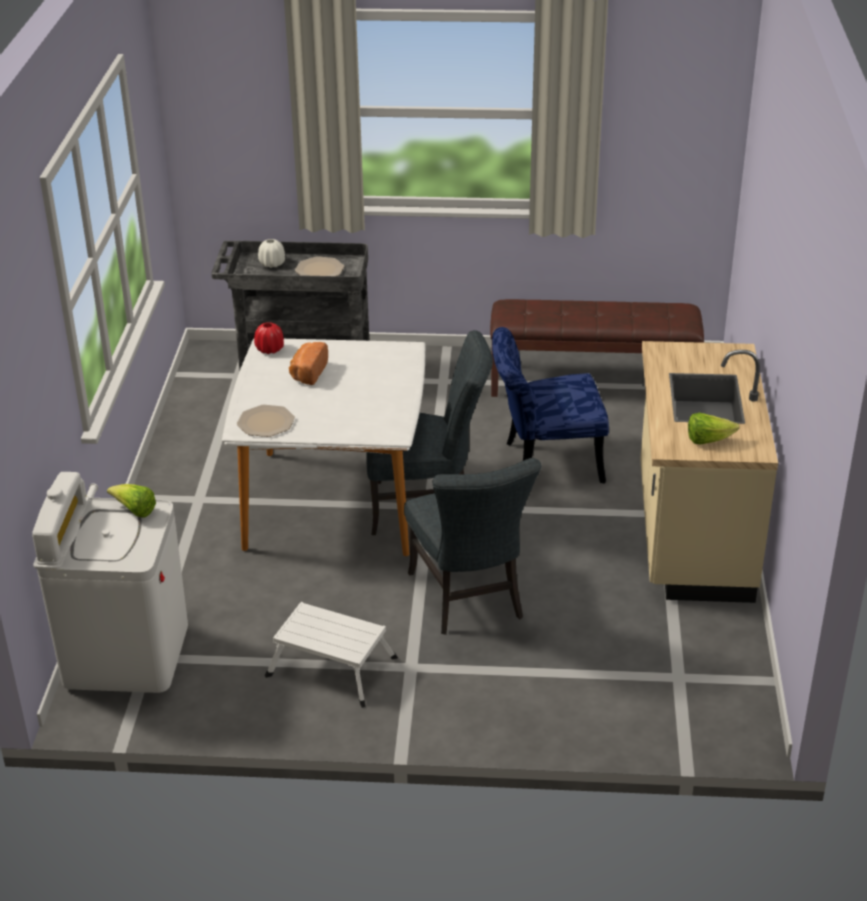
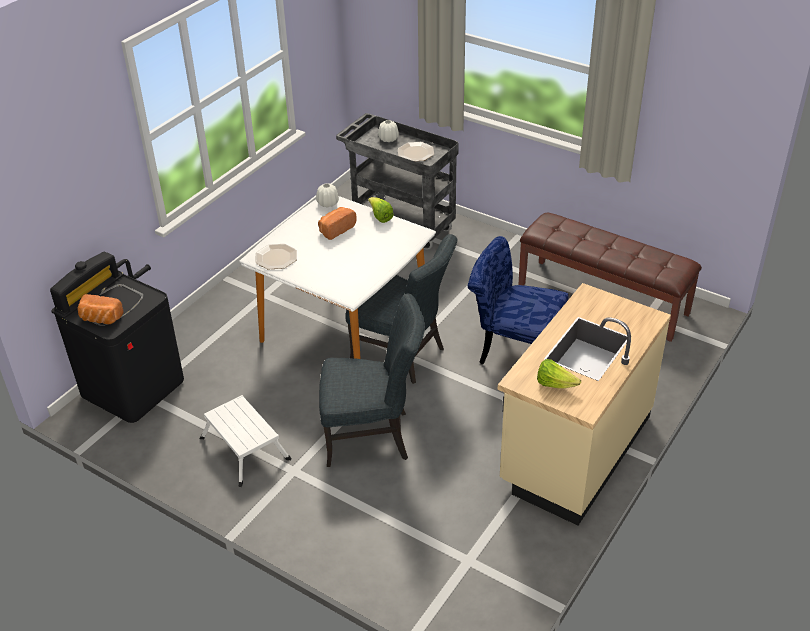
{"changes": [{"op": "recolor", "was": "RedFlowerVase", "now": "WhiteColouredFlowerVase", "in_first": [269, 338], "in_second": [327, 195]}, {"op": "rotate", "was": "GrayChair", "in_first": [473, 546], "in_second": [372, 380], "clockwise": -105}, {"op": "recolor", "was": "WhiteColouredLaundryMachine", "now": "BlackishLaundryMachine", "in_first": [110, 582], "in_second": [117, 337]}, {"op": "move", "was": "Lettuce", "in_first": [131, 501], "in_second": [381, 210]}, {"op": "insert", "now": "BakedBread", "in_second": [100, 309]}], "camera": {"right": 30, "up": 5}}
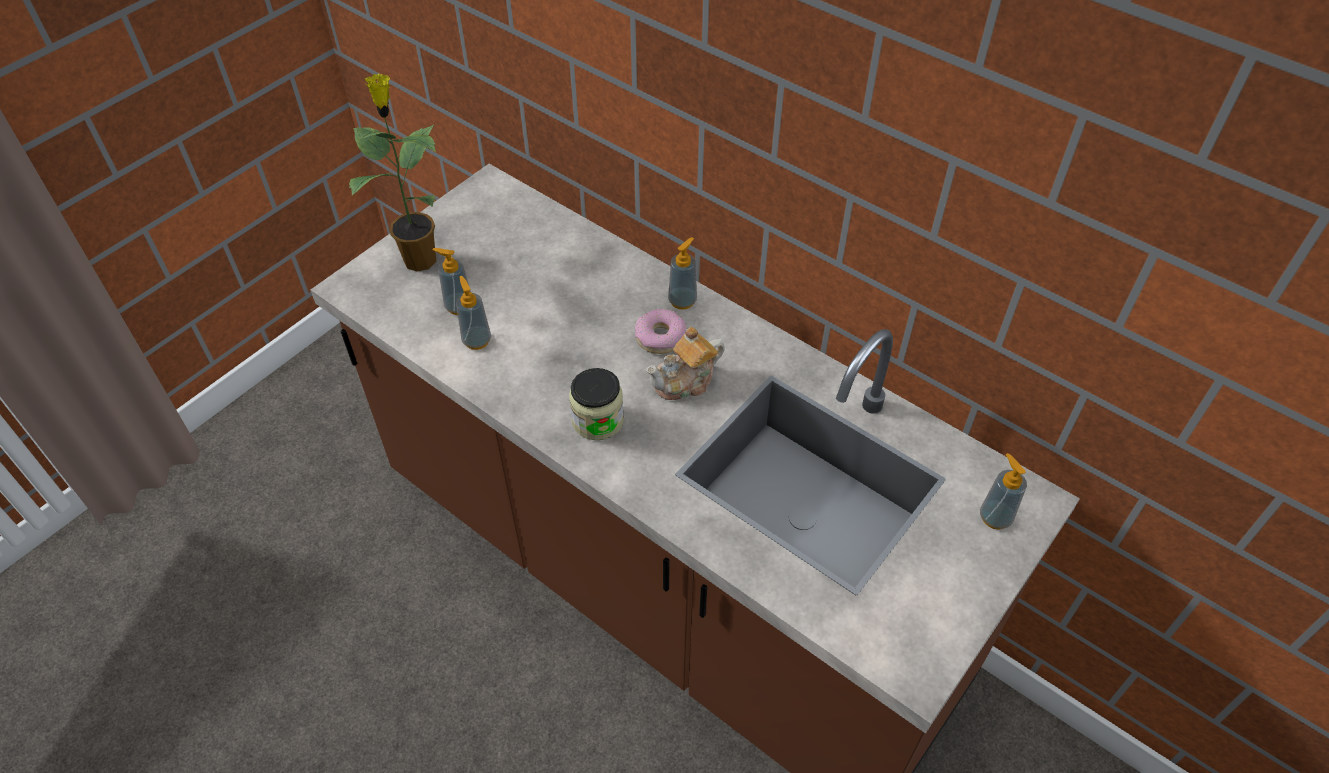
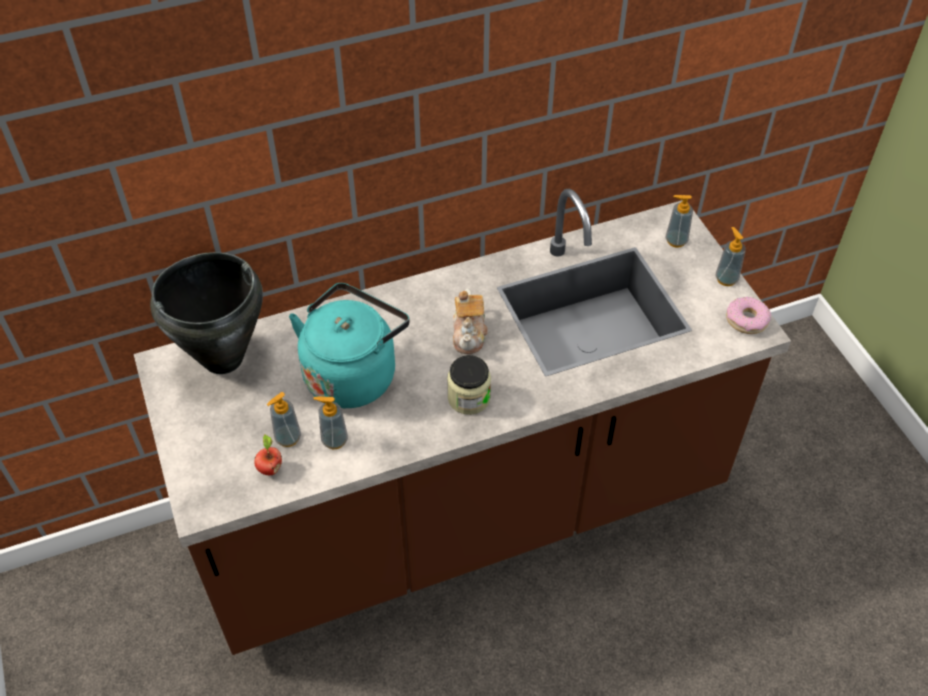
{"changes": [{"op": "delete", "was": "PlantInAPot", "in_first": [392, 173]}, {"op": "move", "was": "SoapDispenser", "in_first": [682, 273], "in_second": [731, 256]}, {"op": "move", "was": "Donut", "in_first": [660, 331], "in_second": [748, 315]}, {"op": "insert", "now": "BlackishStockpot", "in_second": [206, 313]}, {"op": "insert", "now": "BlueGreenTeaKettle", "in_second": [349, 345]}, {"op": "insert", "now": "Apple", "in_second": [268, 455]}], "camera": {"right": -60, "up": 0}}
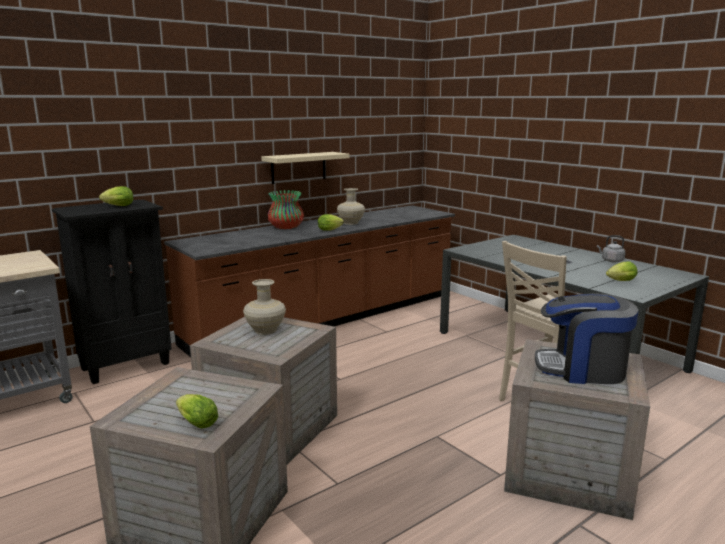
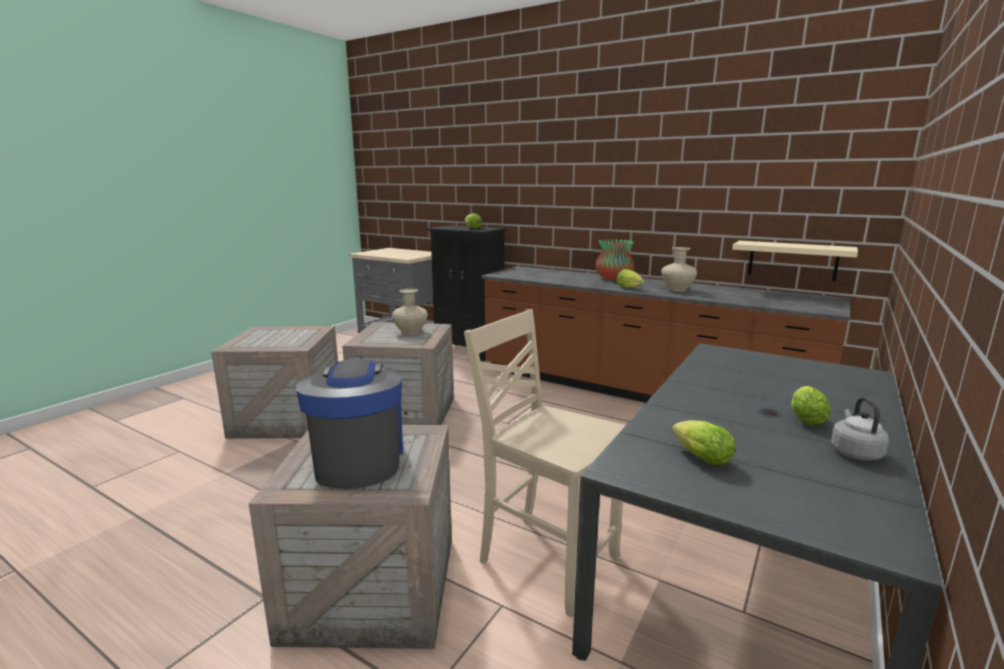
{"changes": [{"op": "move", "was": "BeigeBracketShelf", "in_first": [305, 168], "in_second": [795, 261]}, {"op": "move", "was": "Lettuce", "in_first": [197, 411], "in_second": [810, 405]}], "camera": {"right": 70, "up": 0}}
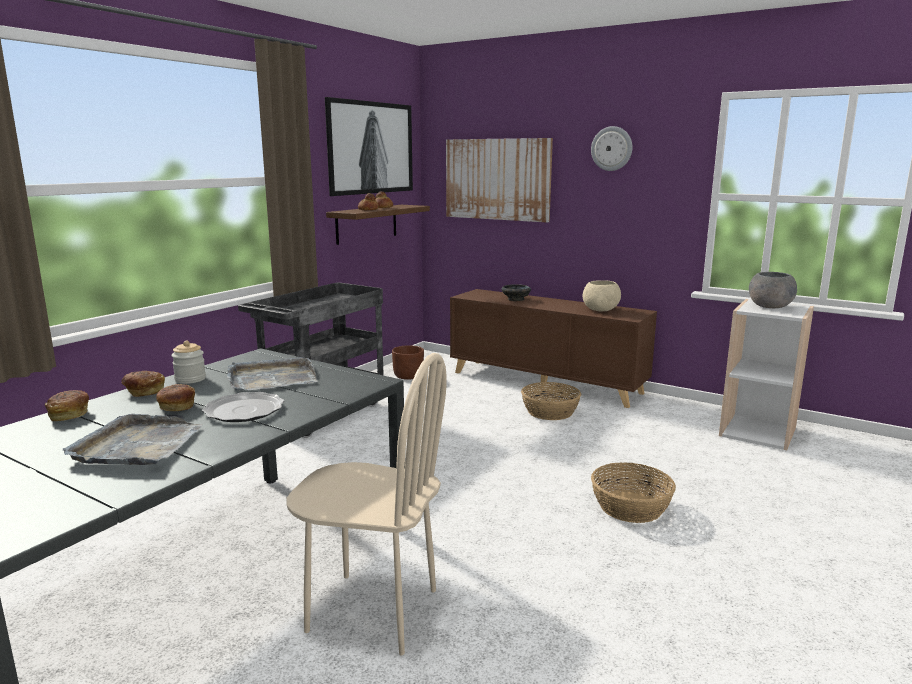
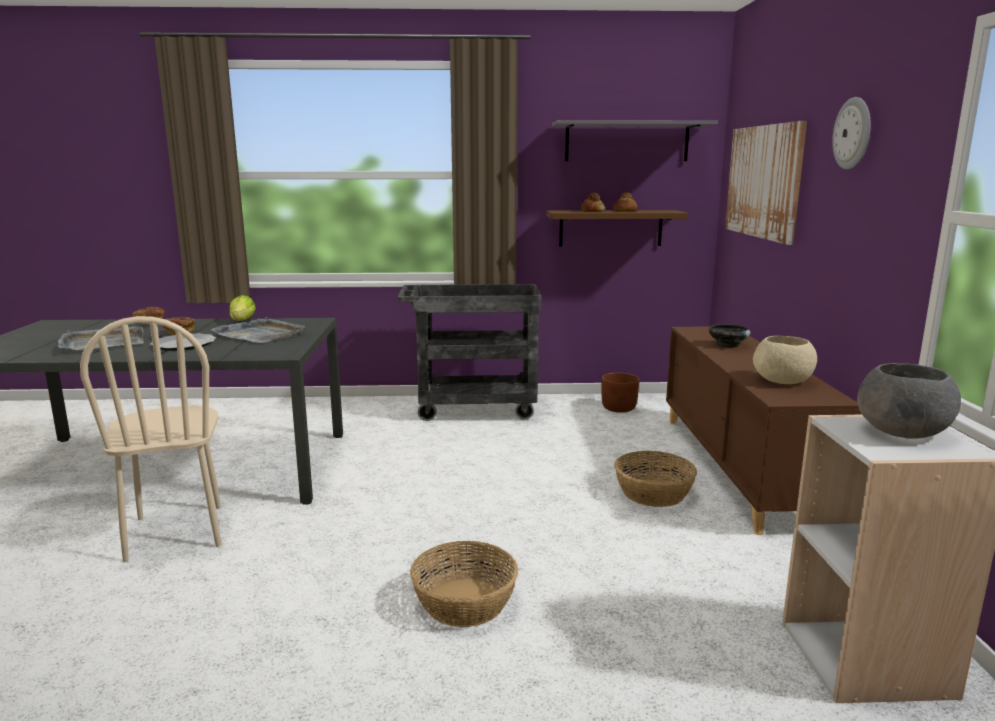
{"changes": [{"op": "replace", "was": "WallPicture", "now": "GrayBracketShelf", "in_first": [369, 146], "in_second": [635, 140]}, {"op": "replace", "was": "PreserveJar", "now": "Lettuce", "in_first": [188, 362], "in_second": [243, 308]}, {"op": "delete", "was": "BakedBread", "in_first": [143, 384]}], "camera": {"right": 55, "up": 0}}
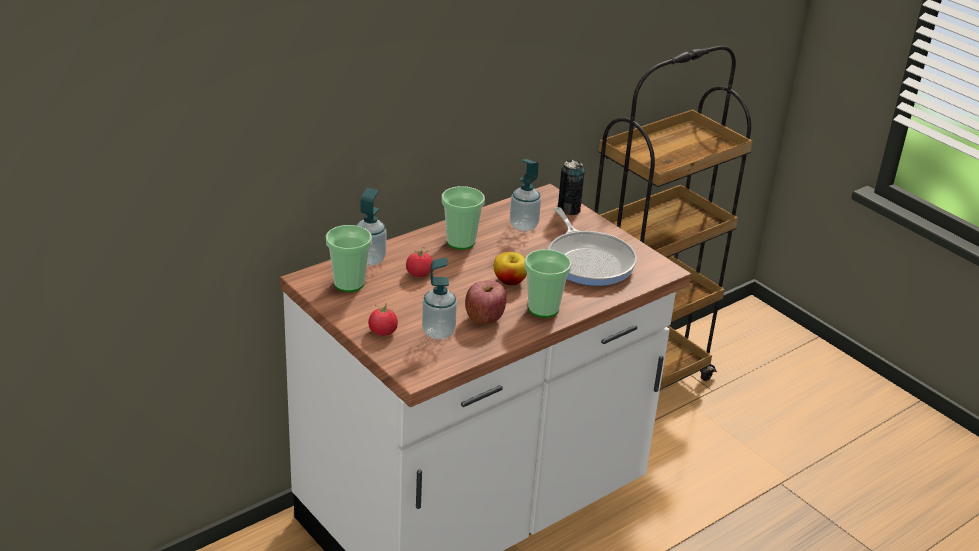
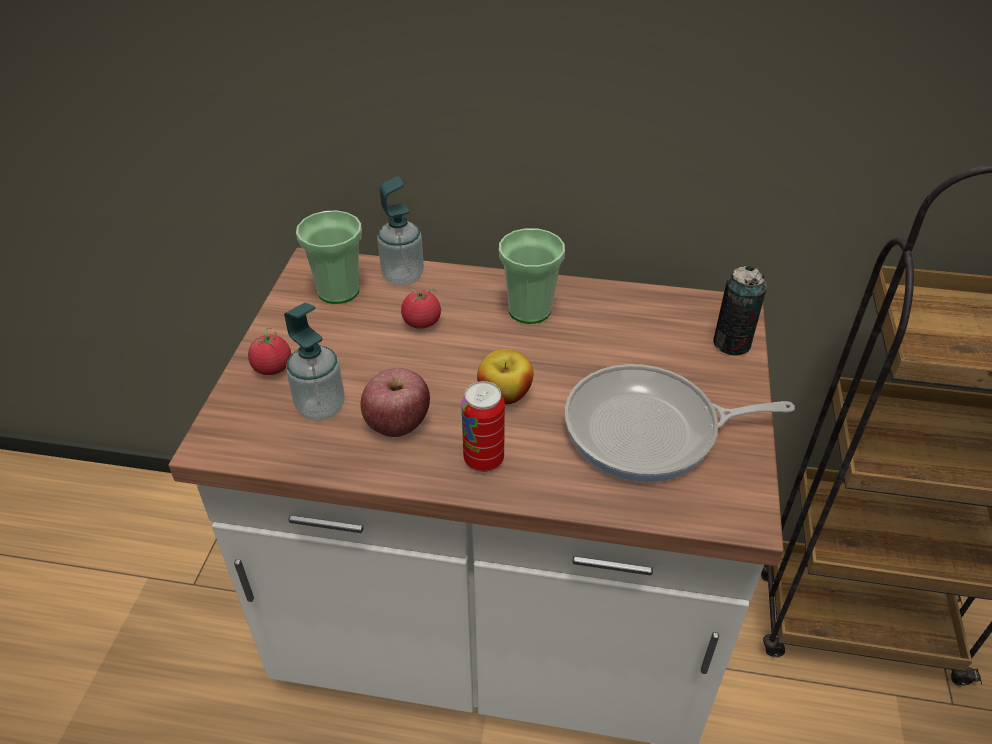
{"changes": [{"op": "delete", "was": "SoapDispenser", "in_first": [525, 195]}, {"op": "rotate", "was": "Skillet", "in_first": [592, 246], "in_second": [680, 423], "clockwise": 60}, {"op": "replace", "was": "SmallCup", "now": "SealedCan", "in_first": [548, 283], "in_second": [483, 426]}], "camera": {"right": 50, "up": 10}}
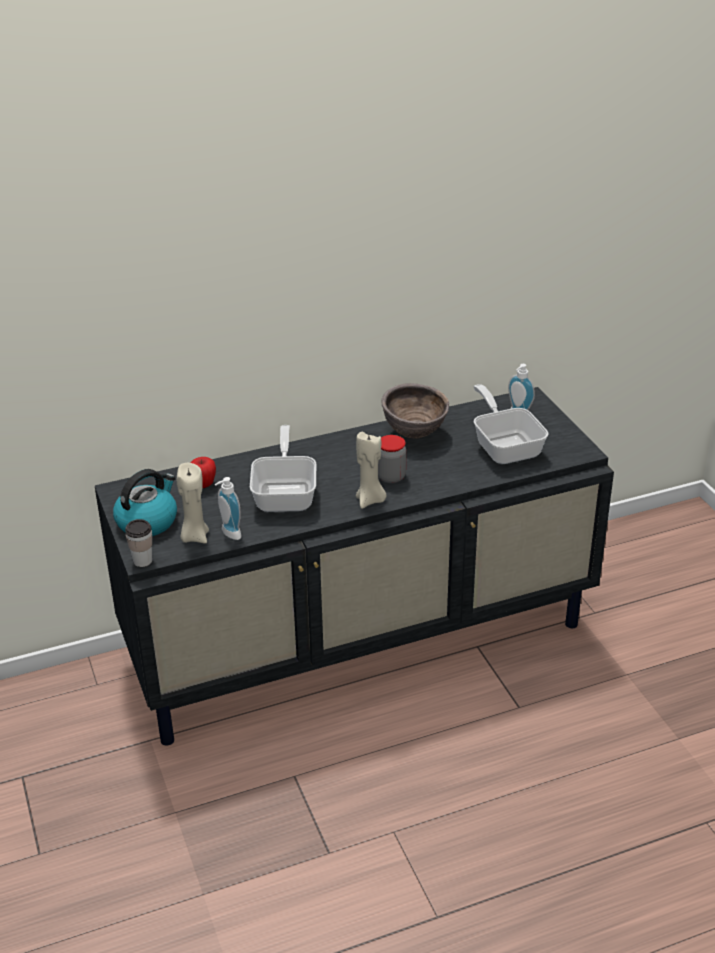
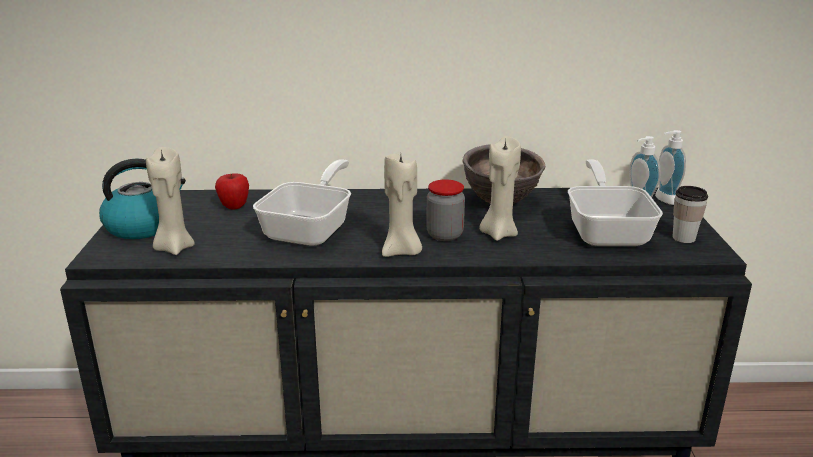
{"changes": [{"op": "move", "was": "SoapDispenser", "in_first": [228, 508], "in_second": [670, 167]}, {"op": "move", "was": "SmallCup", "in_first": [138, 543], "in_second": [690, 214]}, {"op": "insert", "now": "BeigeWaxLight", "in_second": [500, 188]}], "camera": {"right": 20, "up": -10}}
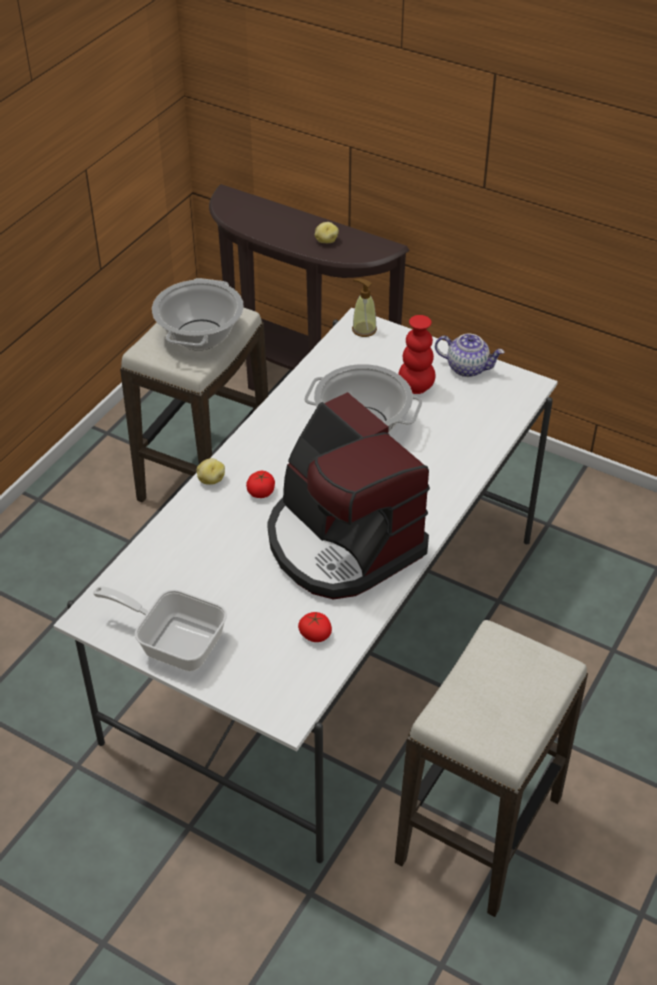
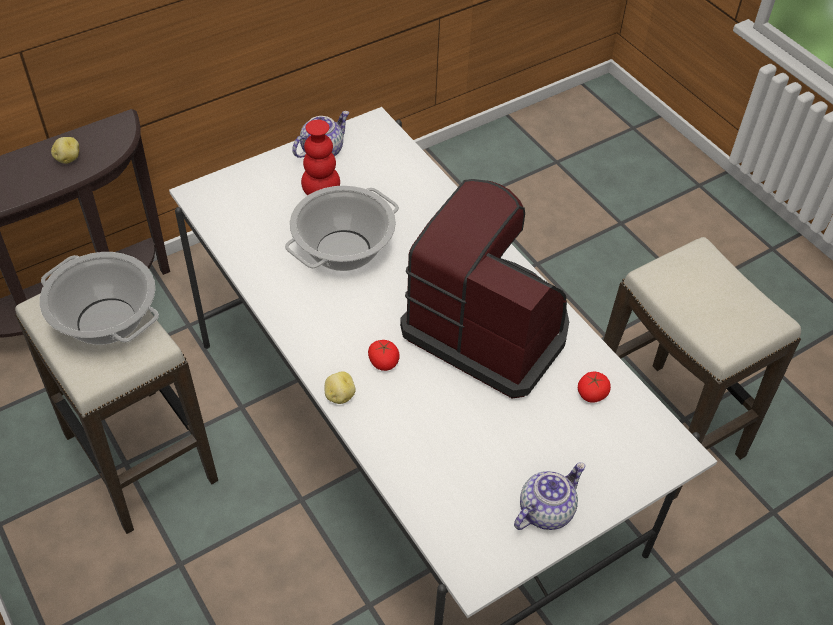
{"changes": [{"op": "delete", "was": "SoapDispenser", "in_first": [364, 307]}, {"op": "rotate", "was": "CoffeeMaker", "in_first": [348, 496], "in_second": [484, 288], "clockwise": -135}, {"op": "replace", "was": "Skillet", "now": "PotForTea", "in_first": [160, 628], "in_second": [550, 496]}], "camera": {"right": -65, "up": 5}}
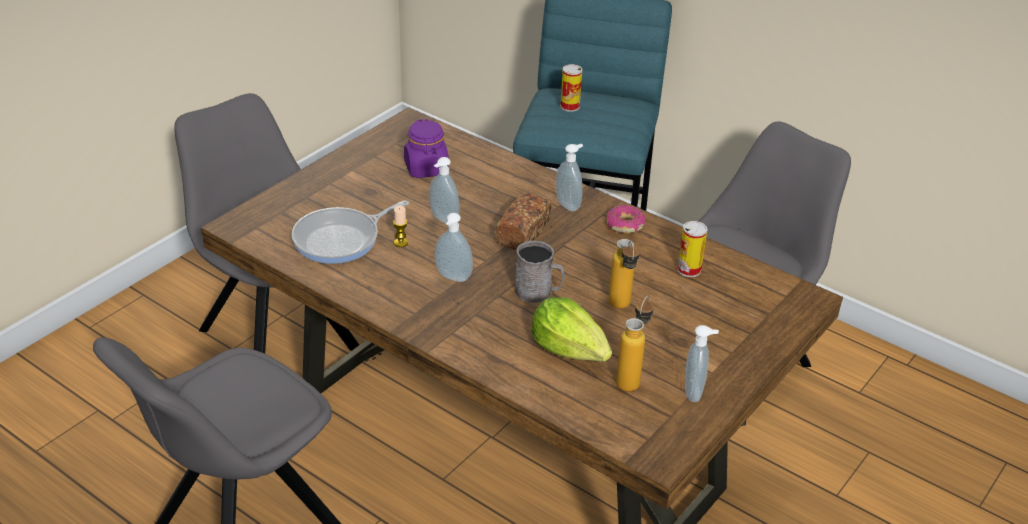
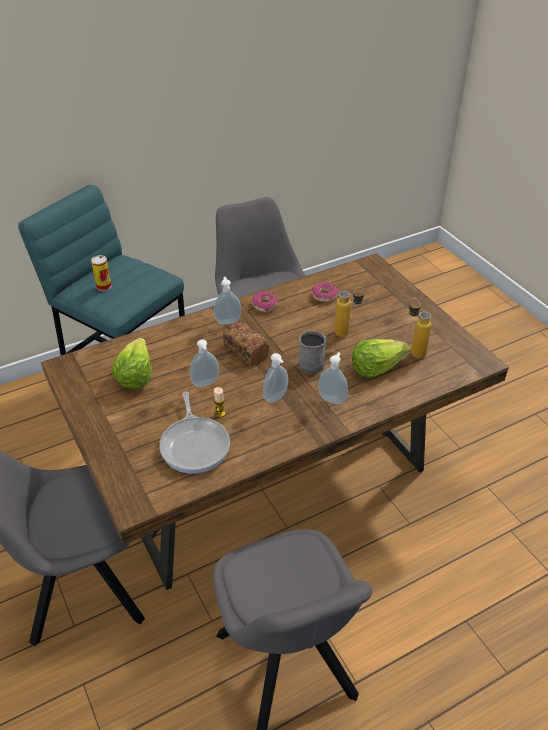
{"changes": [{"op": "replace", "was": "PurplishPreserveJar", "now": "Lettuce", "in_first": [426, 148], "in_second": [131, 363]}, {"op": "replace", "was": "SealedCan", "now": "Donut", "in_first": [692, 249], "in_second": [325, 292]}, {"op": "move", "was": "SoapDispenser", "in_first": [702, 363], "in_second": [333, 378]}], "camera": {"right": -65, "up": 5}}
